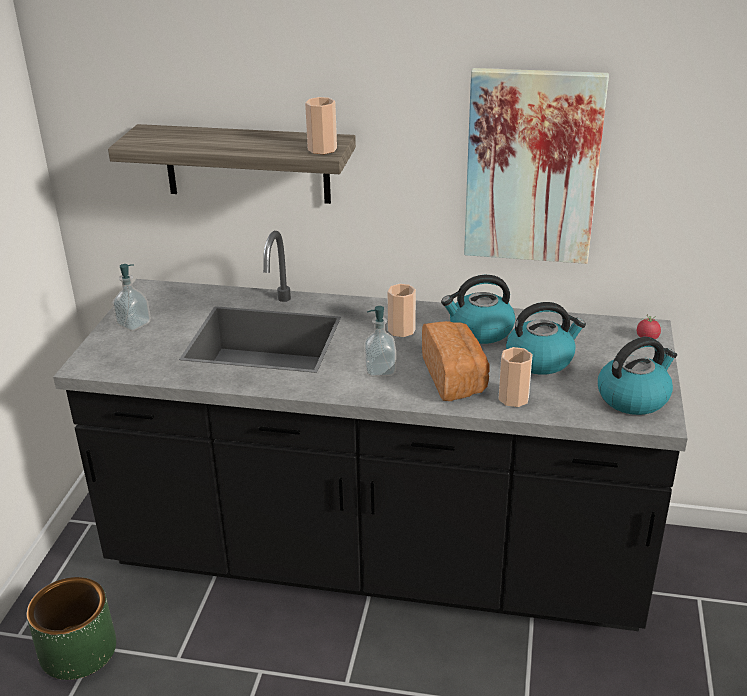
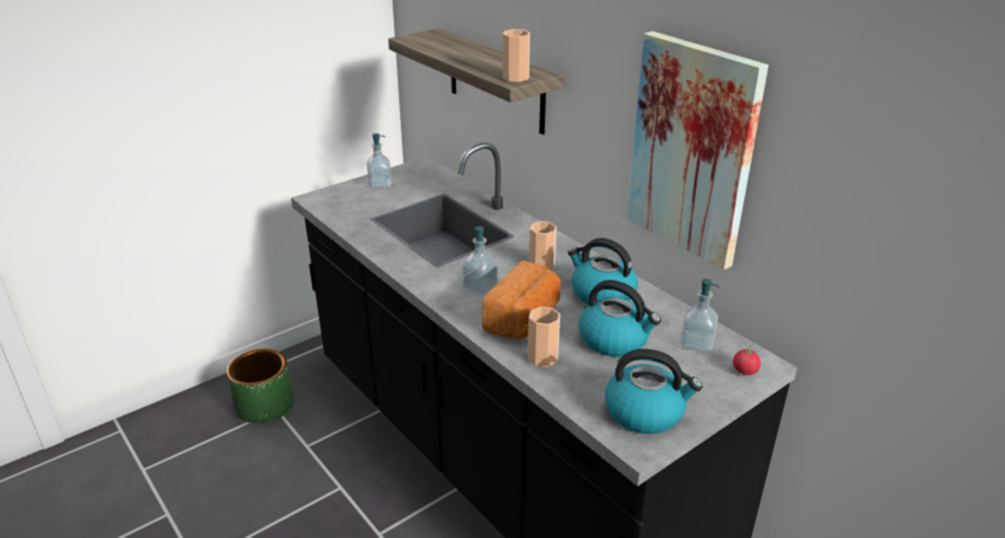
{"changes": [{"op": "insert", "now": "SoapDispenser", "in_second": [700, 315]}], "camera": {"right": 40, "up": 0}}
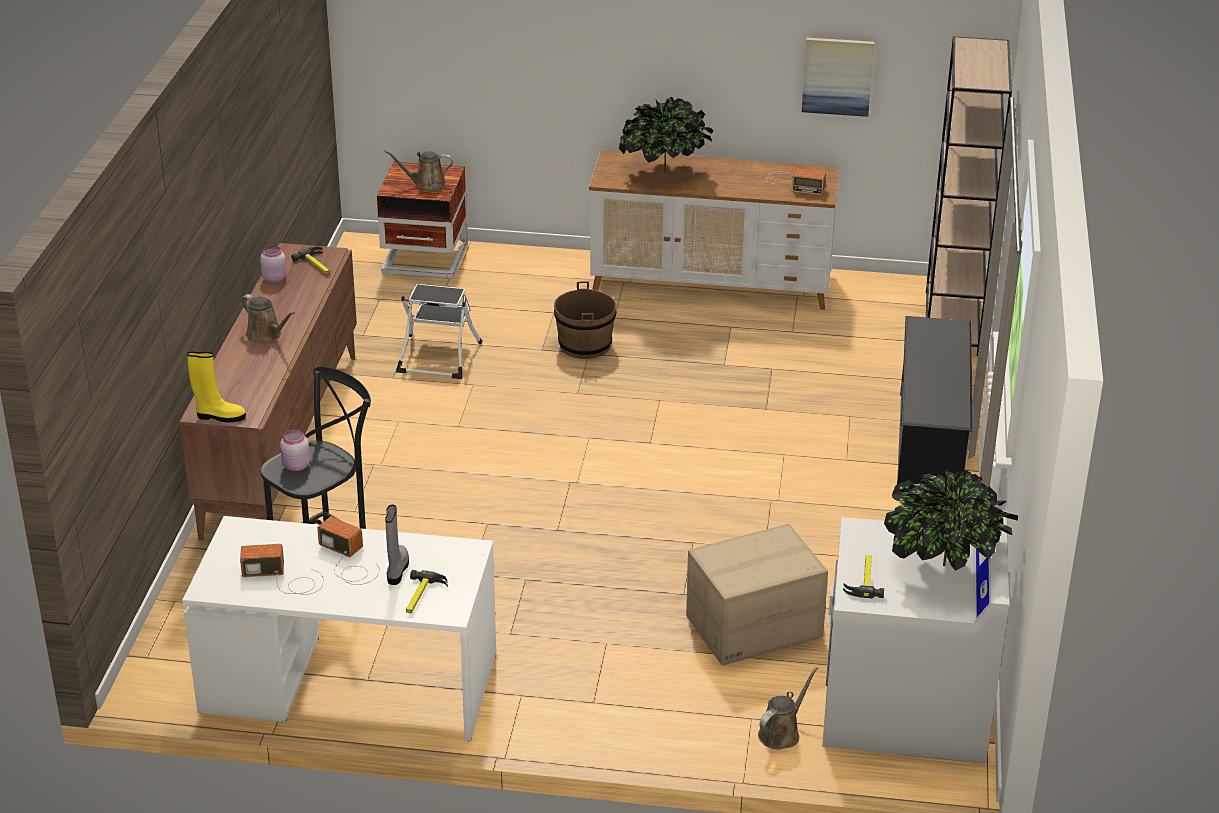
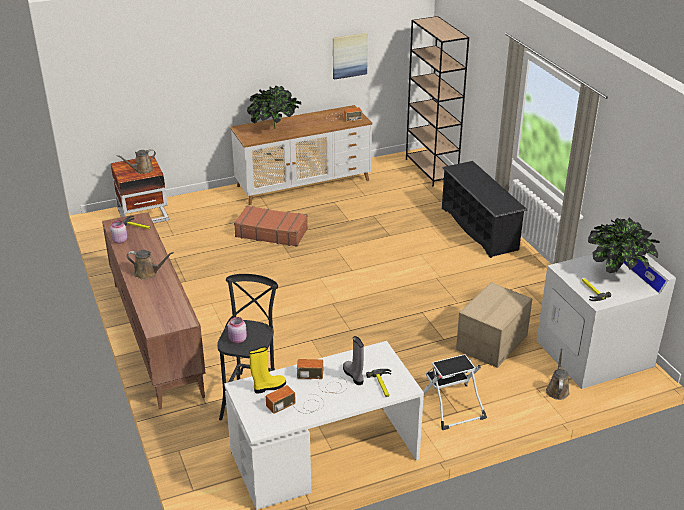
{"changes": [{"op": "replace", "was": "BrownishWaterBucket", "now": "BrownishTravelCase", "in_first": [585, 320], "in_second": [271, 226]}, {"op": "move", "was": "StepLadder", "in_first": [439, 331], "in_second": [455, 392]}, {"op": "move", "was": "YellowColouredTallBoot", "in_first": [216, 387], "in_second": [268, 370]}], "camera": {"right": -30, "up": 0}}
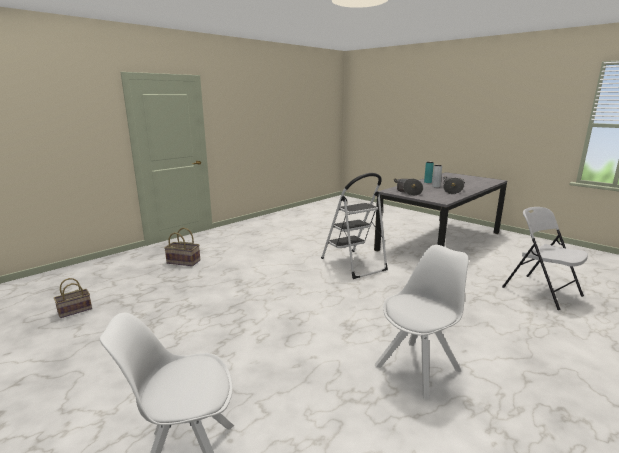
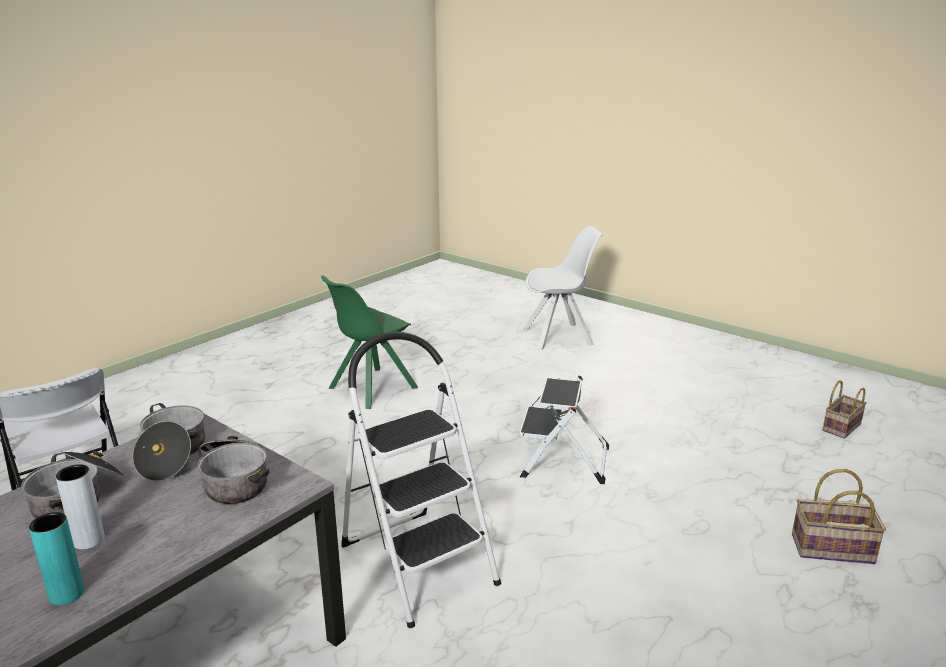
{"changes": [{"op": "recolor", "was": "WhiteColouredChair", "now": "GreenishChair", "in_first": [421, 322], "in_second": [369, 342]}, {"op": "insert", "now": "StepLadder", "in_second": [564, 430]}, {"op": "insert", "now": "Stockpot", "in_second": [169, 442]}], "camera": {"right": 175, "up": 5}}
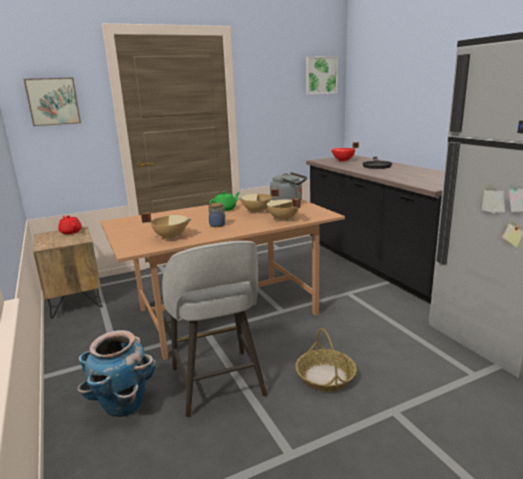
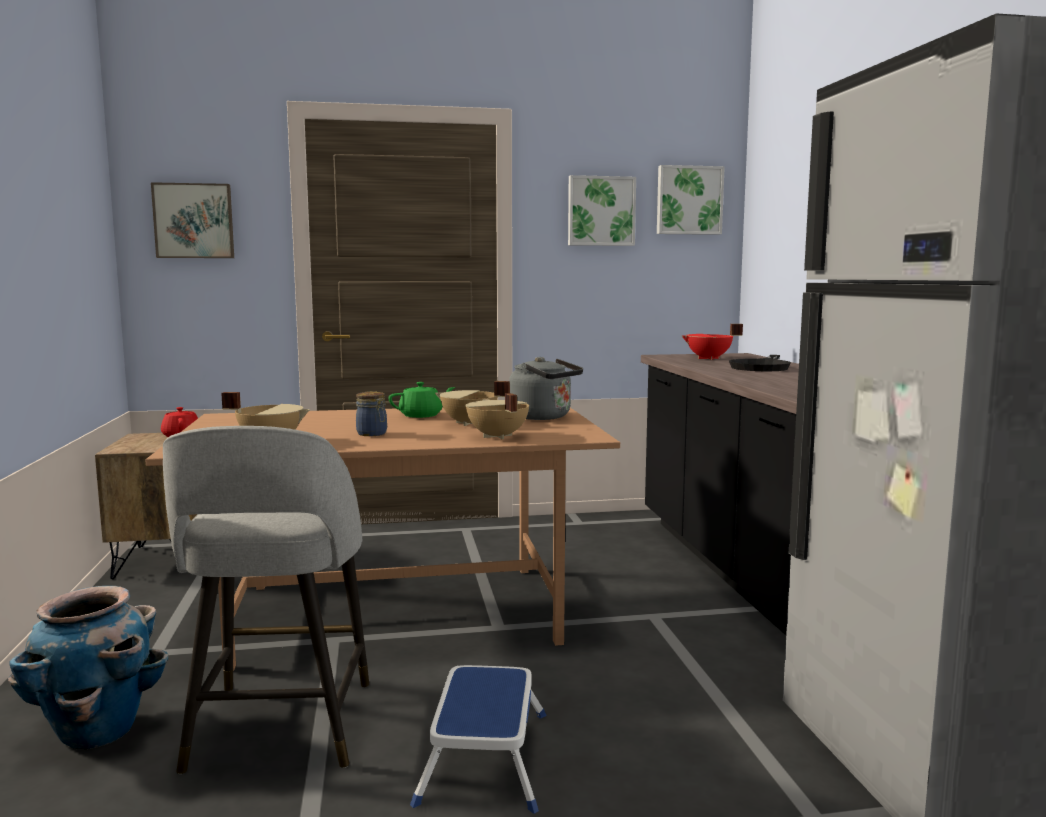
{"changes": [{"op": "replace", "was": "StorageBasket", "now": "BlueColouredStepLadder", "in_first": [326, 360], "in_second": [478, 739]}, {"op": "insert", "now": "WallPicture", "in_second": [602, 210]}], "camera": {"right": 15, "up": -10}}
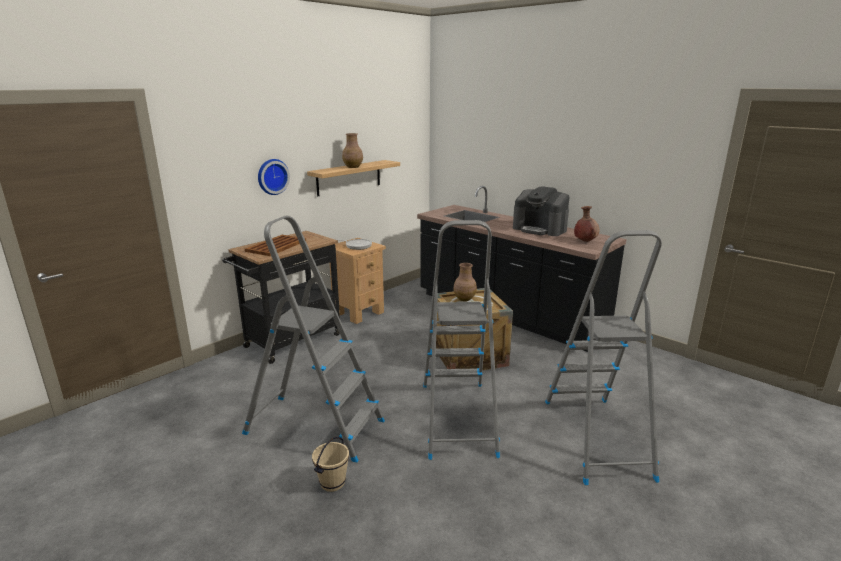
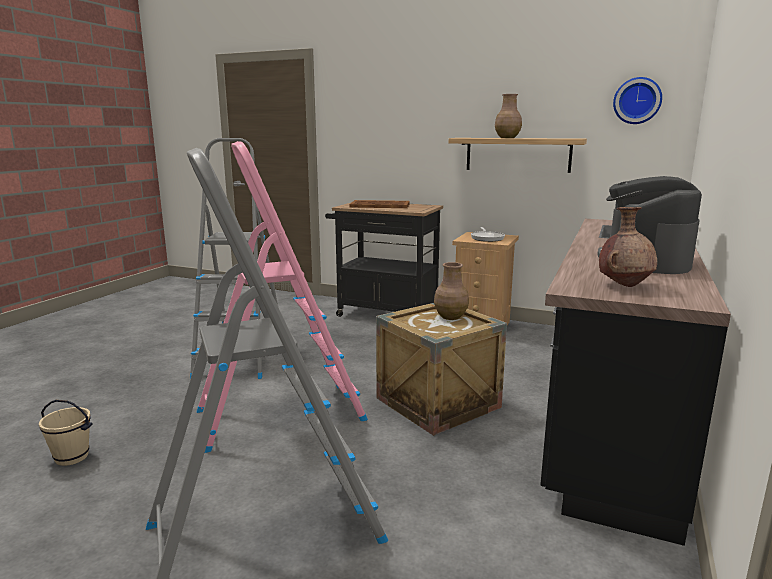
{"changes": [{"op": "move", "was": "HangingClock", "in_first": [274, 177], "in_second": [637, 100]}, {"op": "recolor", "was": "GrayStepLadder", "now": "PinkStepLadder", "in_first": [461, 340], "in_second": [282, 297]}, {"op": "move", "was": "BeigeWaterBucket", "in_first": [330, 464], "in_second": [65, 433]}], "camera": {"right": 70, "up": -5}}
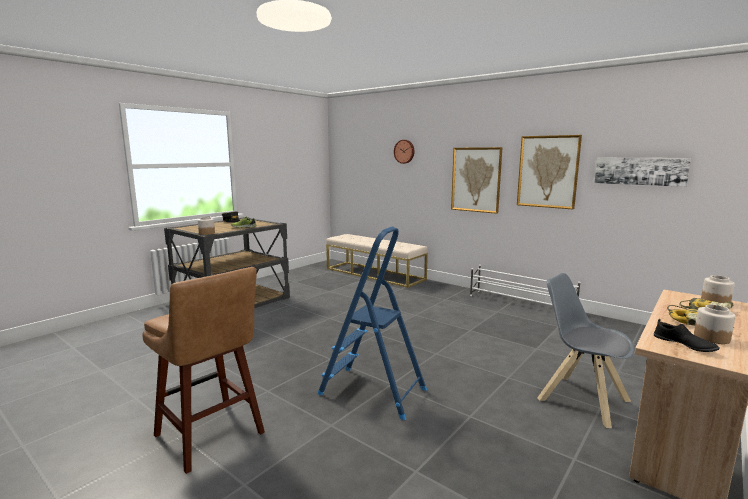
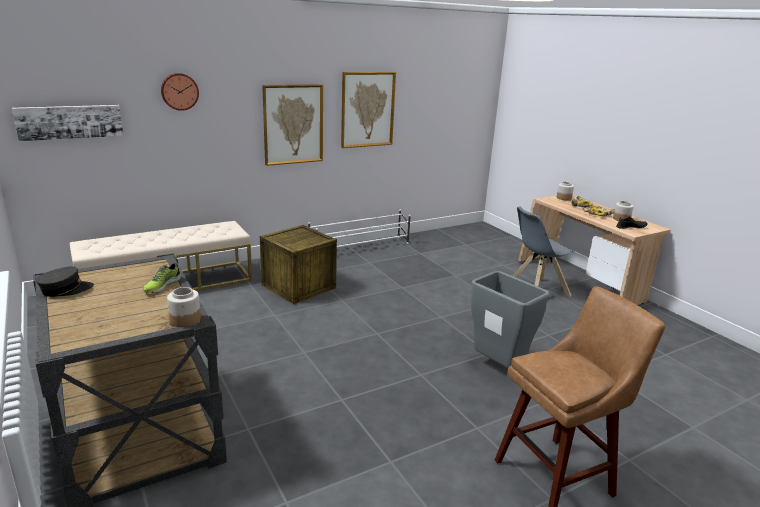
{"changes": [{"op": "move", "was": "WallPicture", "in_first": [642, 172], "in_second": [67, 123]}, {"op": "replace", "was": "BlueColouredStepLadder", "now": "GrayRubbishBin", "in_first": [372, 323], "in_second": [510, 319]}, {"op": "insert", "now": "ShippingCrate", "in_second": [298, 264]}], "camera": {"right": -70, "up": 10}}
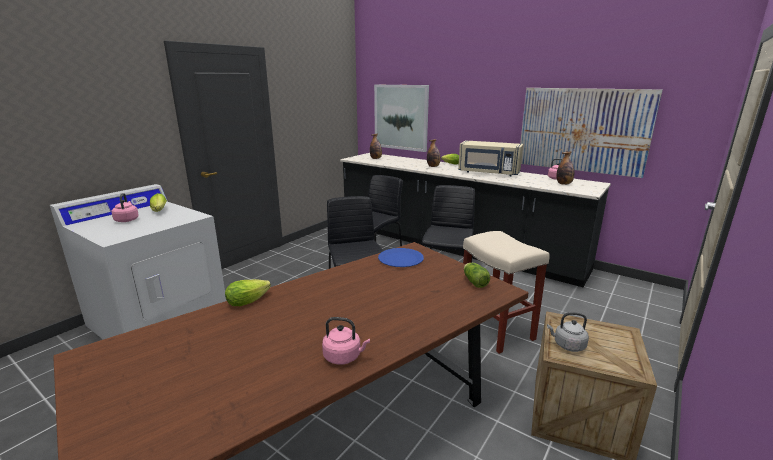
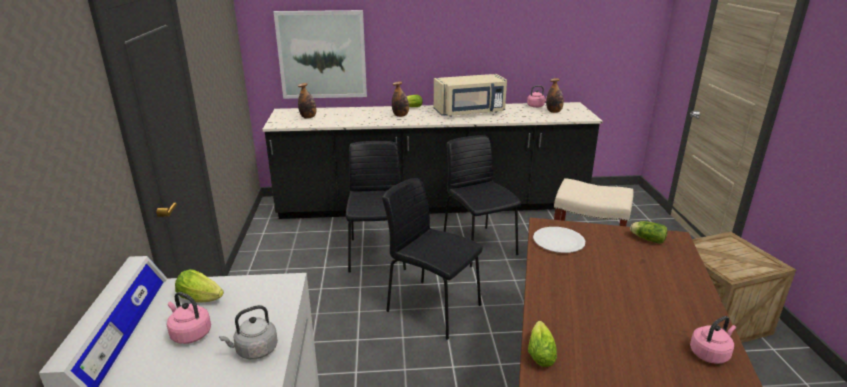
{"changes": [{"op": "delete", "was": "WallPicture", "in_first": [591, 133]}, {"op": "recolor", "was": "BlueColouredFlatDish", "now": "WhiteColouredFlatDish", "in_first": [401, 257], "in_second": [559, 240]}, {"op": "move", "was": "GrayTeaKettle", "in_first": [568, 332], "in_second": [248, 332]}], "camera": {"right": -40, "up": 5}}
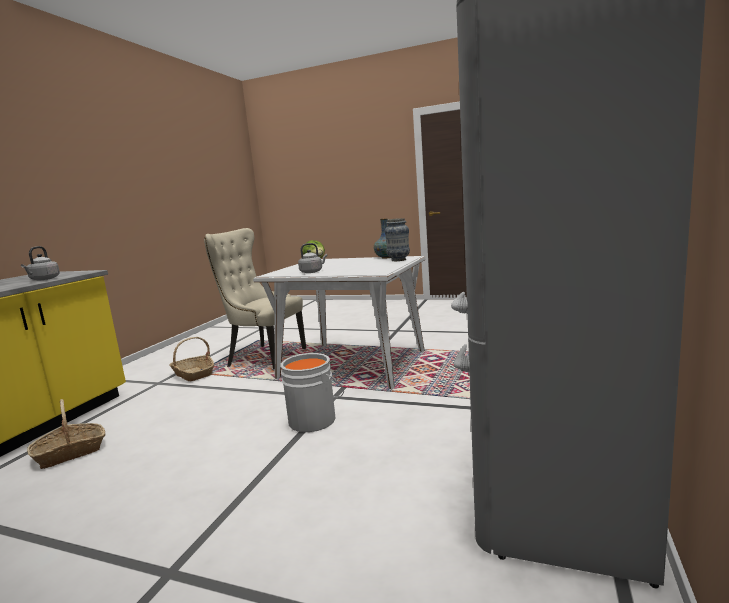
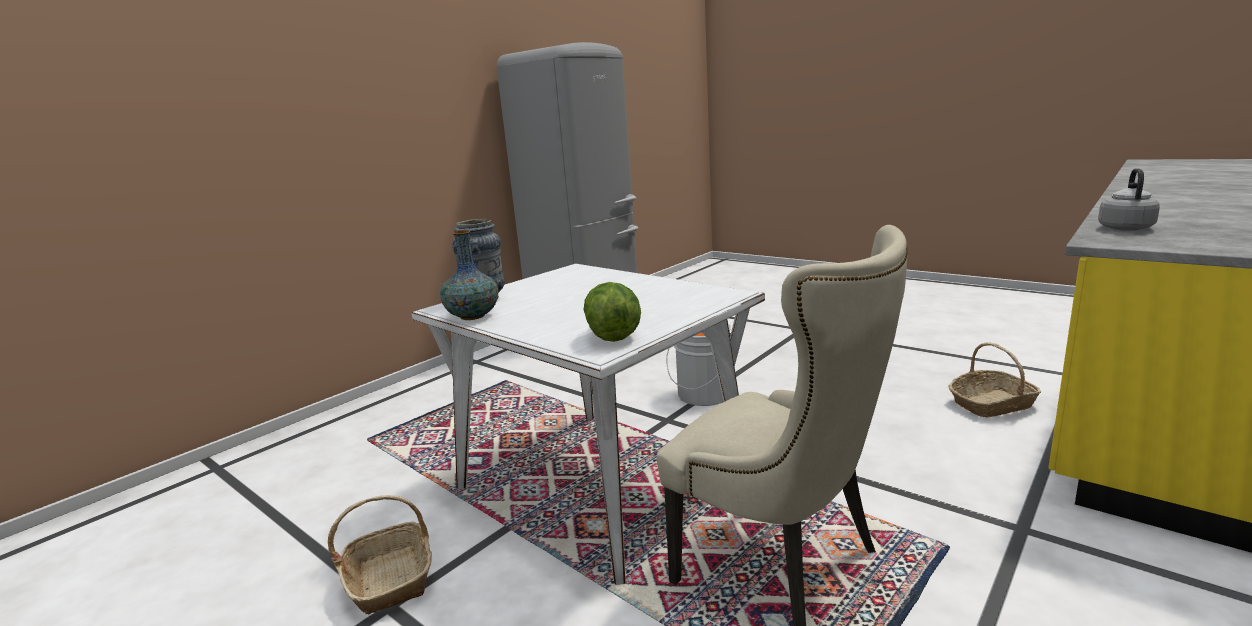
{"changes": [{"op": "delete", "was": "GrayTeaKettle", "in_first": [313, 258]}, {"op": "move", "was": "StorageBasket", "in_first": [191, 359], "in_second": [380, 555]}], "camera": {"right": -160, "up": 5}}
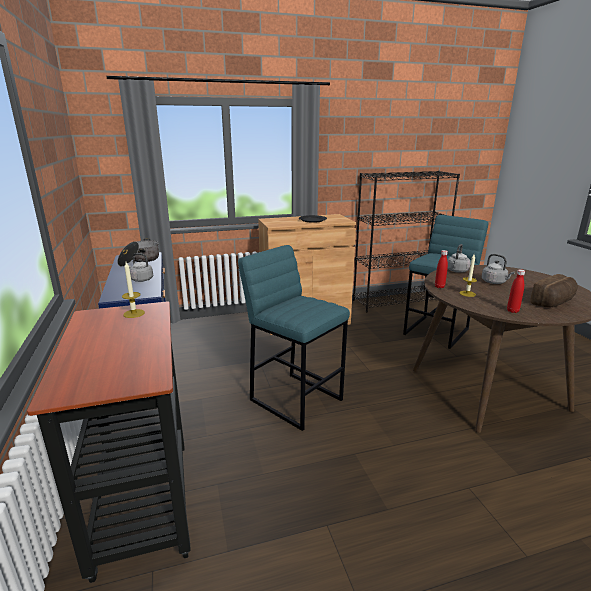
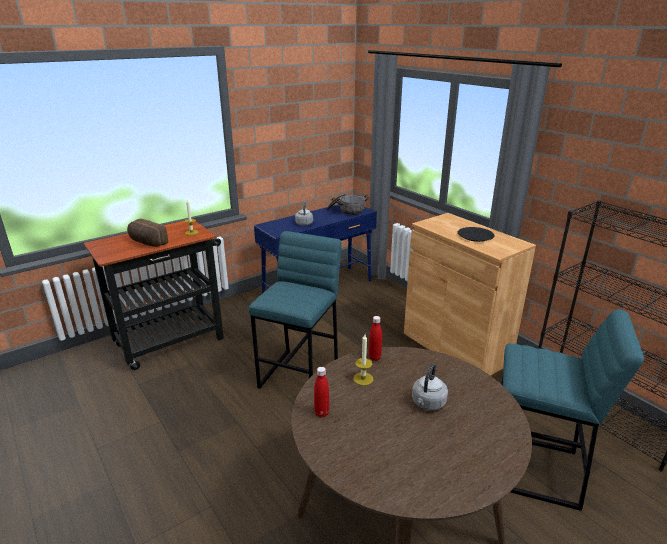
{"changes": [{"op": "delete", "was": "GrayTeaKettle", "in_first": [459, 258]}, {"op": "move", "was": "BakedBread", "in_first": [554, 290], "in_second": [147, 233]}], "camera": {"right": 70, "up": 5}}
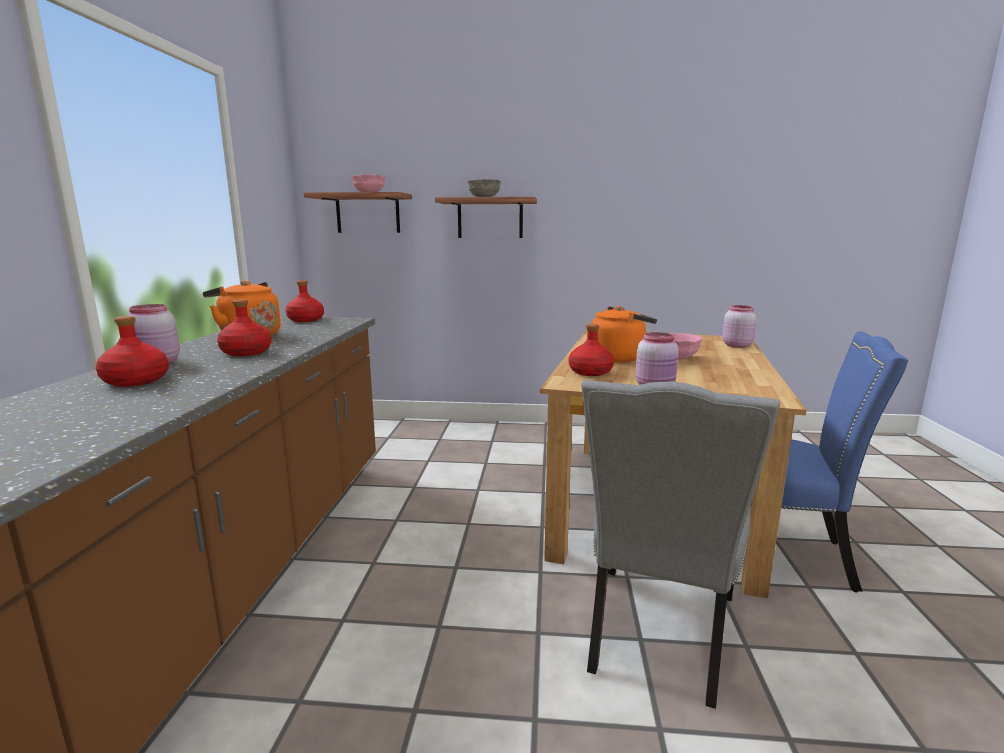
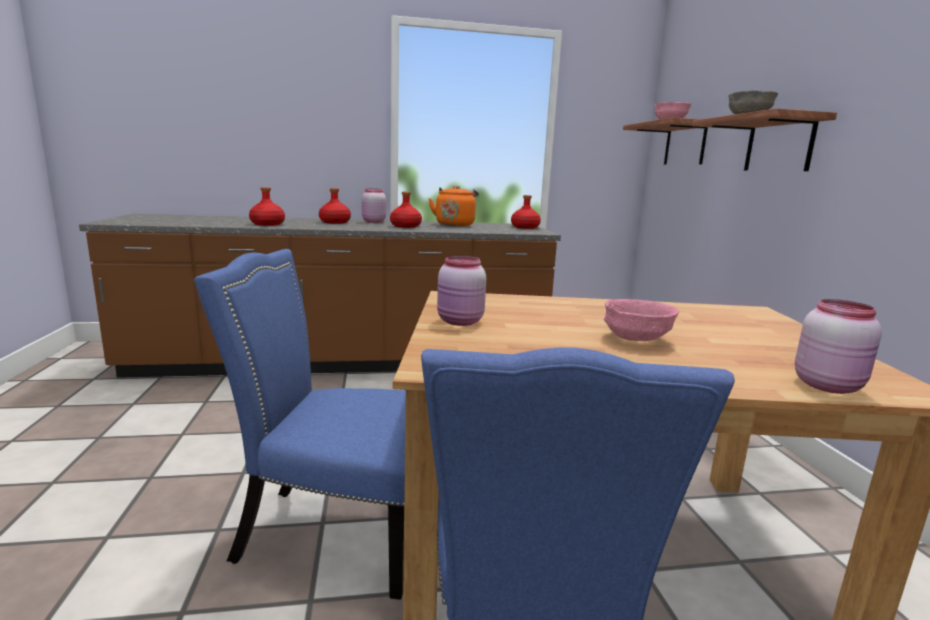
{"changes": [{"op": "delete", "was": "OrangeyTeaKettle", "in_first": [624, 334]}, {"op": "move", "was": "RedBeverageBottle", "in_first": [591, 350], "in_second": [267, 206]}, {"op": "recolor", "was": "GrayChair", "now": "BlueColouredChair", "in_first": [680, 544], "in_second": [300, 424]}], "camera": {"right": 75, "up": 0}}
